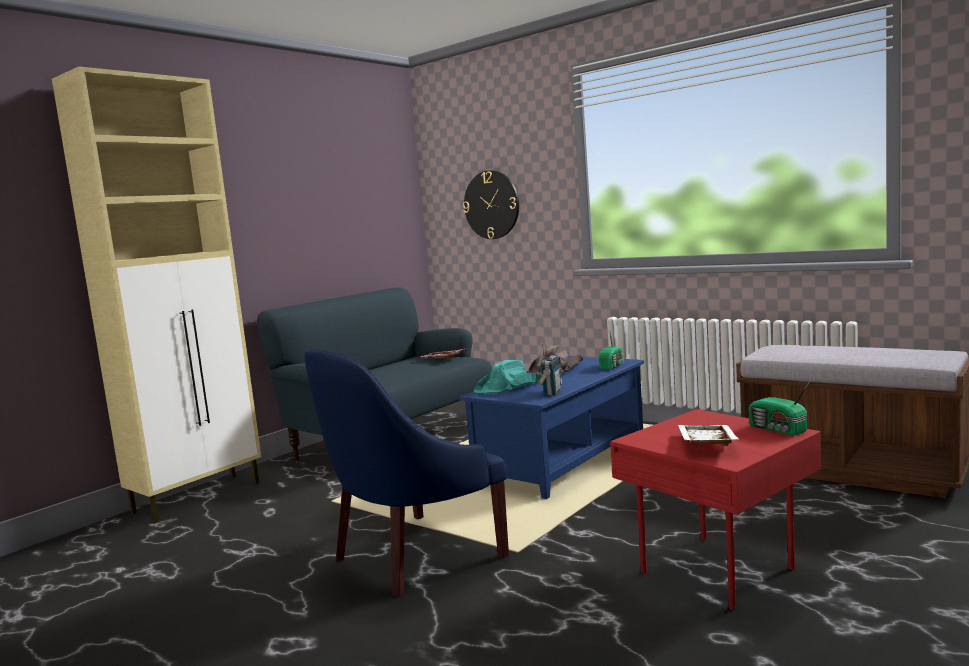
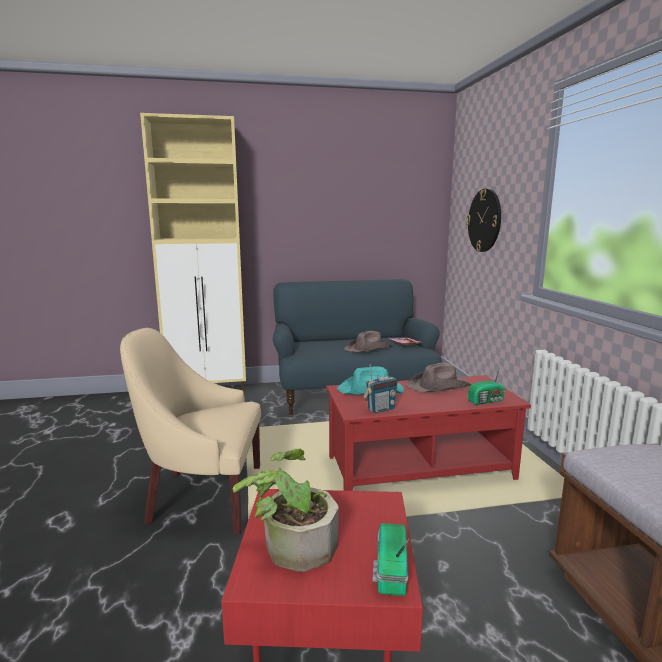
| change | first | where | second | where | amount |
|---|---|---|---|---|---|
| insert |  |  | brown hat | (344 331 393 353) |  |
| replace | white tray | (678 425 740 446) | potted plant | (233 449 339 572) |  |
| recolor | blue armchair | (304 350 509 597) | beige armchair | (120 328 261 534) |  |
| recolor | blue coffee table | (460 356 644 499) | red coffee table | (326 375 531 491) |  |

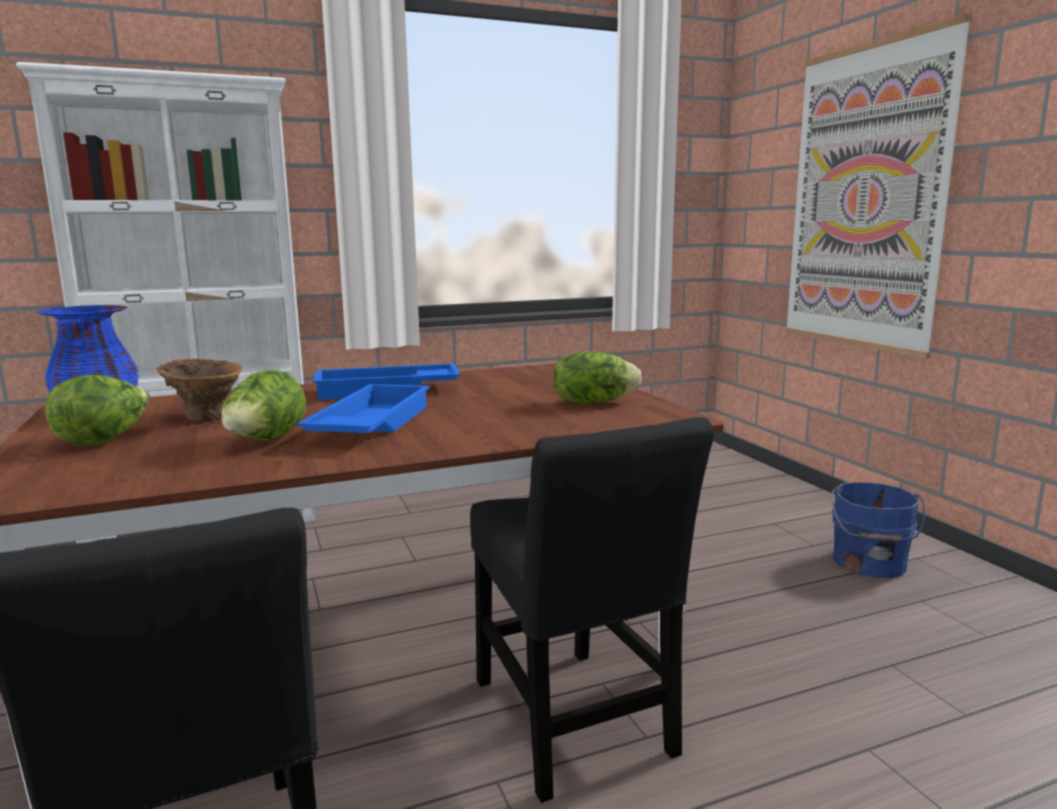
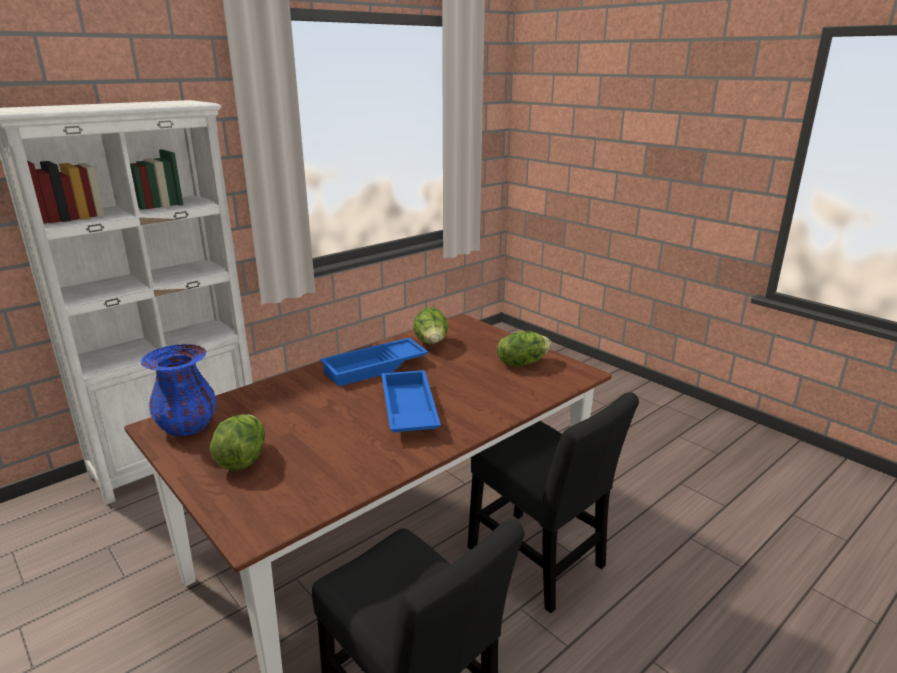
| change | first | where | second | where | amount |
|---|---|---|---|---|---|
| delete | brown vase | (156 359 242 422) |  |  |  |
| delete | picture | (785 13 972 359) |  |  |  |
| delete | blue bucket | (831 482 925 578) |  |  |  |
| move | lettuce | (221 370 306 440) |  | (413 307 448 344) |  |

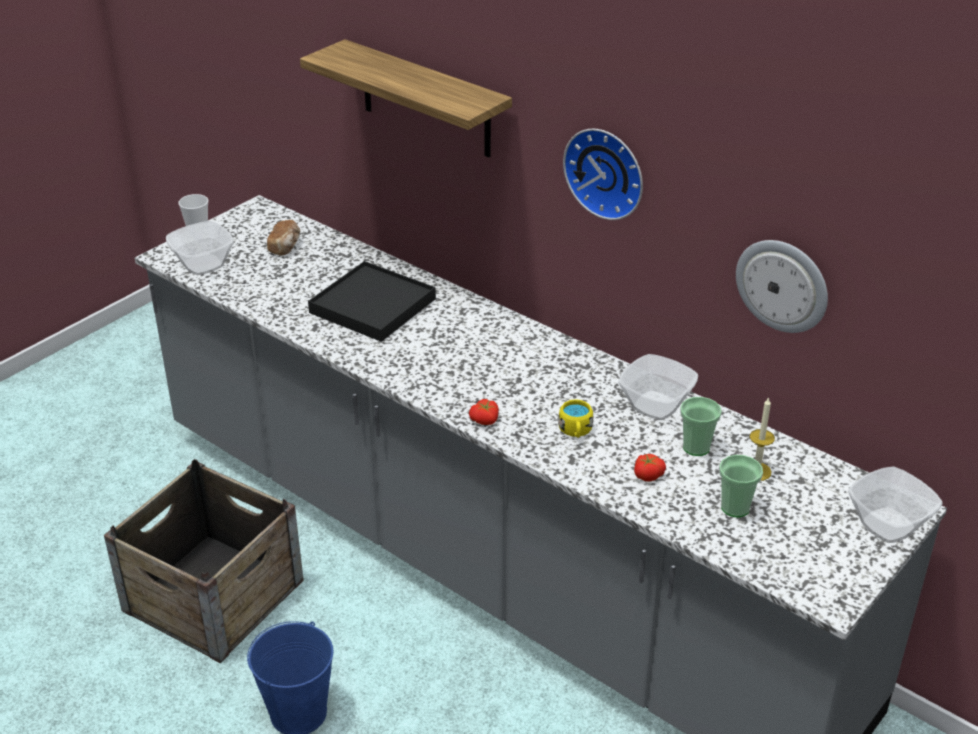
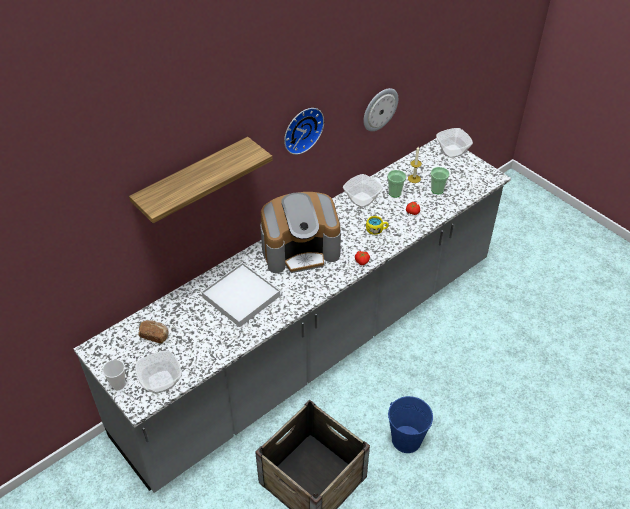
| change | first | where | second | where | amount |
|---|---|---|---|---|---|
| insert |  |  | coffee machine | (260 192 341 273) |  |
| recolor | black tray | (308 261 436 342) | white tray | (202 262 280 327) |  |

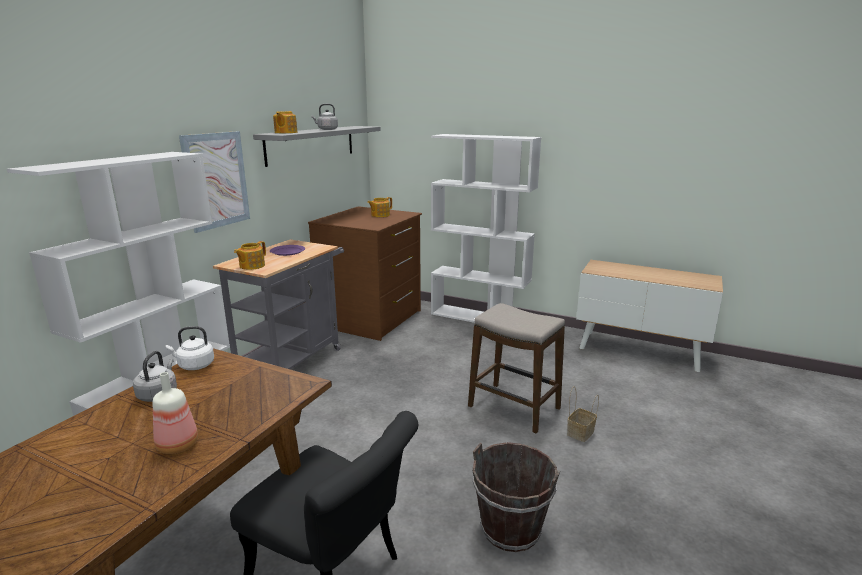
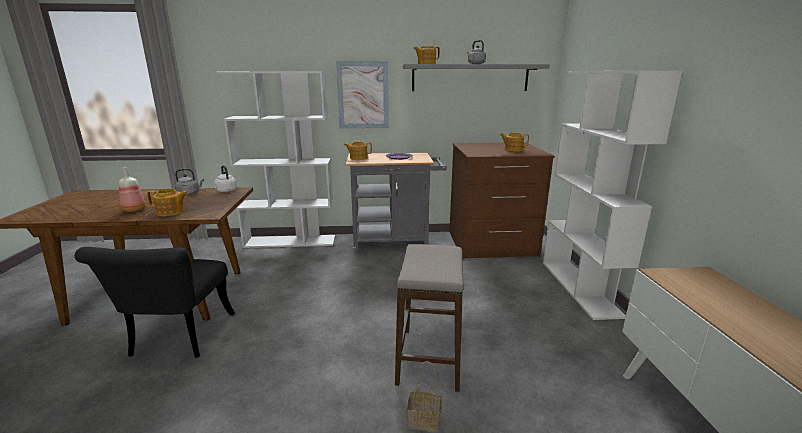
| change | first | where | second | where | amount |
|---|---|---|---|---|---|
| delete | brown bucket | (472 442 560 552) |  |  |  |
| insert |  |  | teapot | (147 189 188 216) |  |

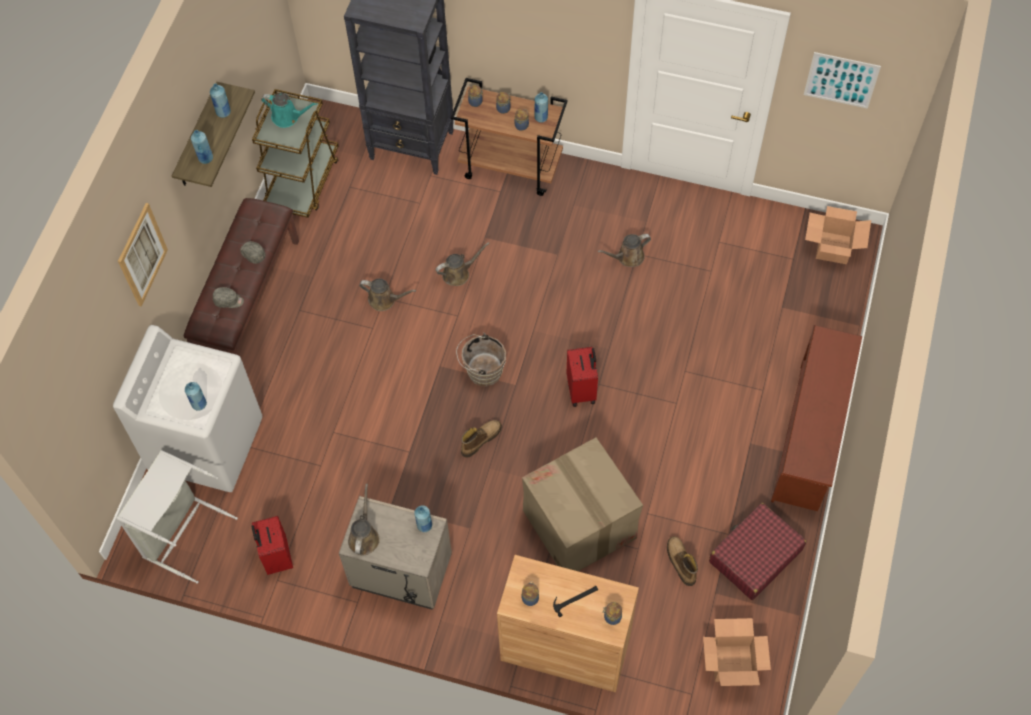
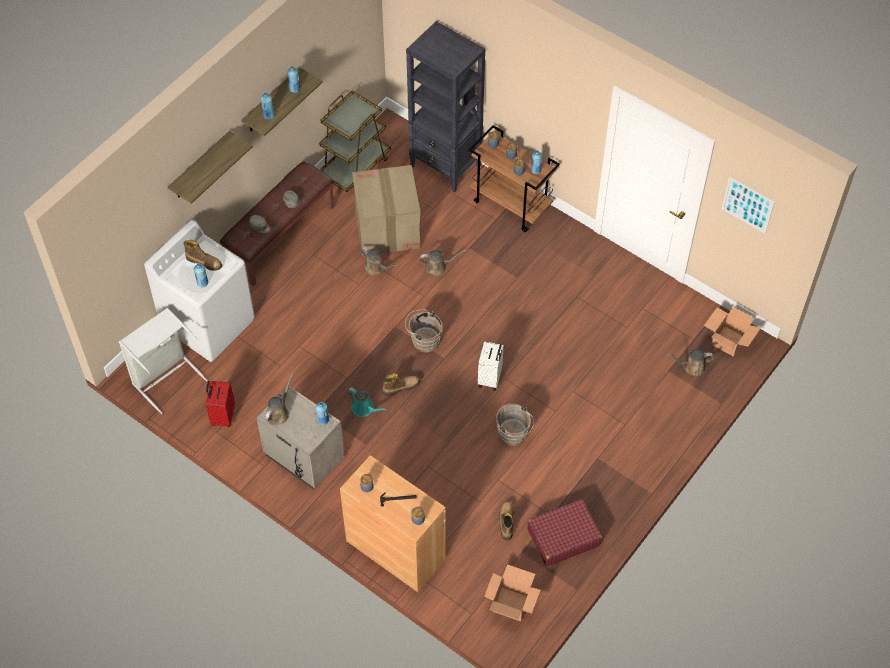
| change | first | where | second | where | amount |
|---|---|---|---|---|---|
| delete | brown shoe rack | (771 325 862 511) |  |  |  |
| insert |  |  | boot | (183 240 222 271) |  |
| insert |  |  | brown bucket | (496 404 534 446) |  |
| move | turquoise watering can | (261 93 318 128) |  | (347 387 387 417) |  |
| move | cardboard box | (522 438 643 571) |  | (352 165 421 255) |  |
| move | brown watering can | (597 234 651 267) |  | (667 349 714 376) |  |
| replace | picture | (118 203 168 307) | shelf | (168 131 253 204) |  |
| recolor | red suitcase | (567 347 598 407) | white suitcase | (478 341 504 391) |  |

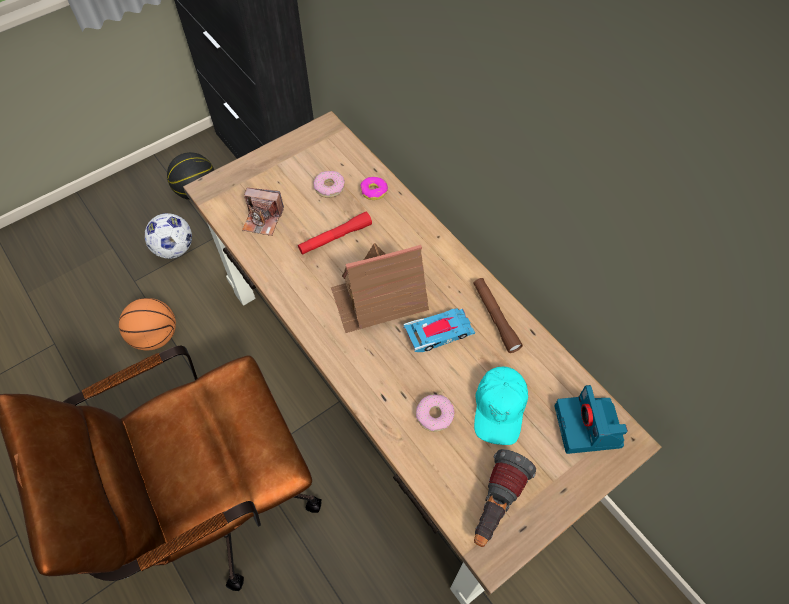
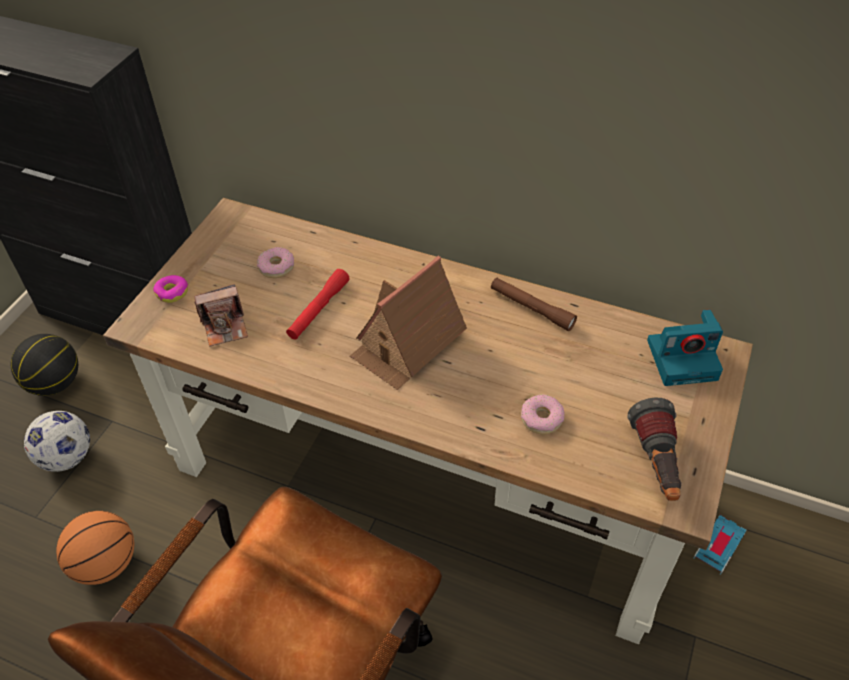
| change | first | where | second | where | amount |
|---|---|---|---|---|---|
| delete | turquoise cap | (474 367 528 445) |  |  |  |
| move | donut | (360 177 388 200) |  | (153 275 188 303) |  |
| move | toy car | (403 308 475 352) |  | (694 515 746 575) |  |
| rotate | photo camera | (555 385 628 454) |  | (647 310 723 386) | 60 degrees counterclockwise |

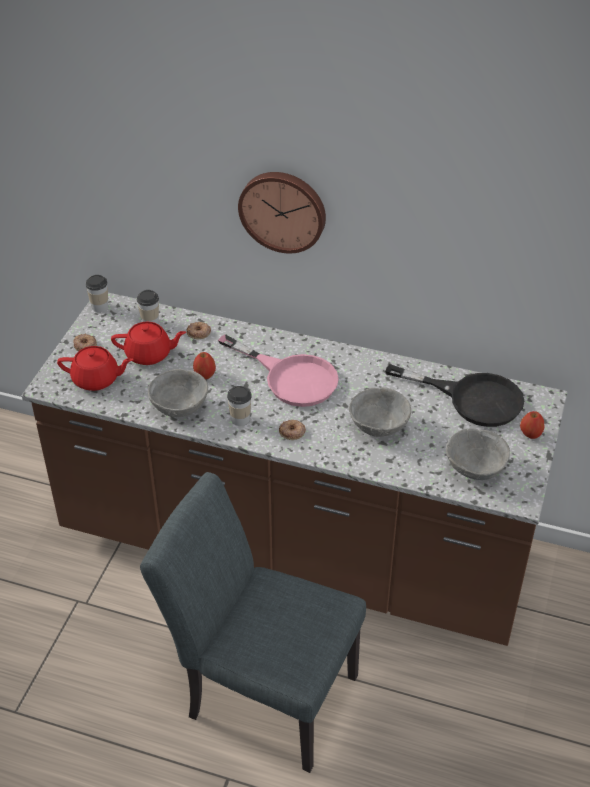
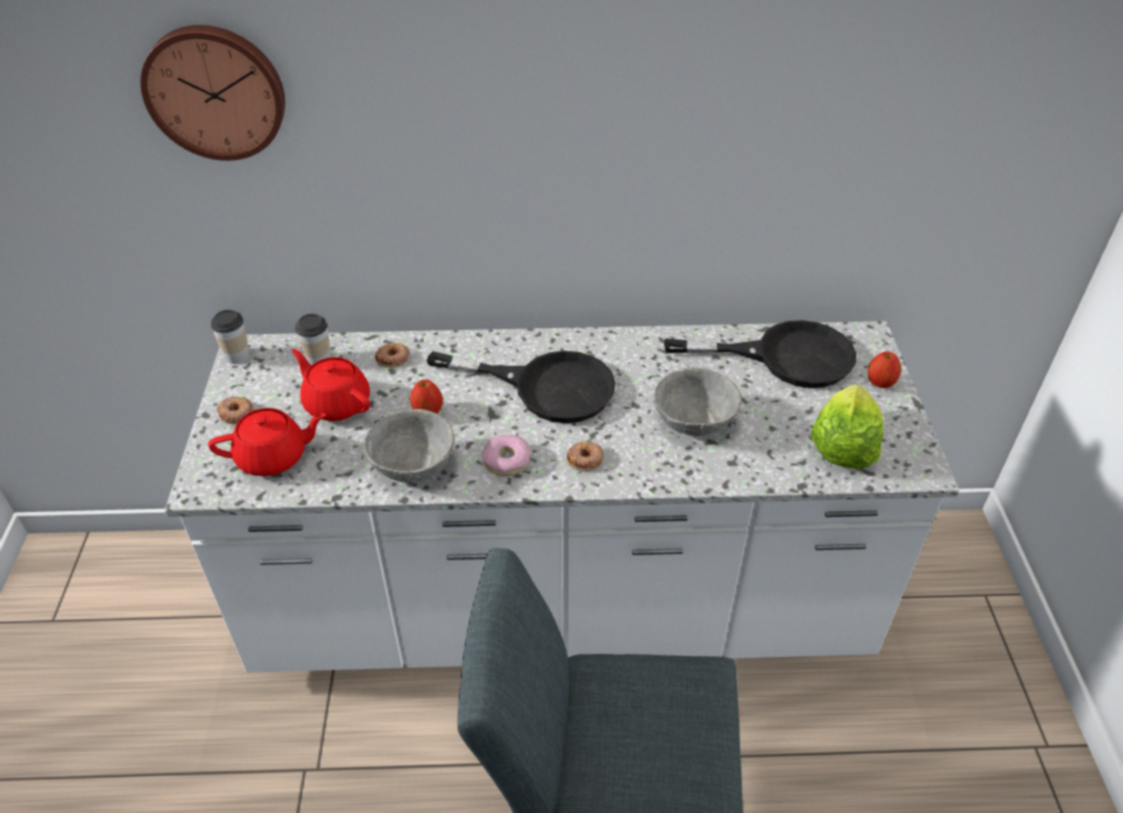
| change | first | where | second | where | amount |
|---|---|---|---|---|---|
| move | wall clock | (238 172 326 253) |  | (140 25 285 161) |  |
| replace | cup | (227 386 252 426) | donut | (482 435 531 476) |  |
| replace | grey bowl | (446 428 510 480) | lettuce | (811 384 883 469) |  |
| recolor | brown counter | (22 293 568 646) | white counter | (165 321 959 673) |  |
| recolor | pink frying pan | (218 334 339 407) | black frying pan | (427 351 616 423) |  |
| rotate | red teapot | (111 322 186 365) |  | (292 349 370 421) | 120 degrees counterclockwise |

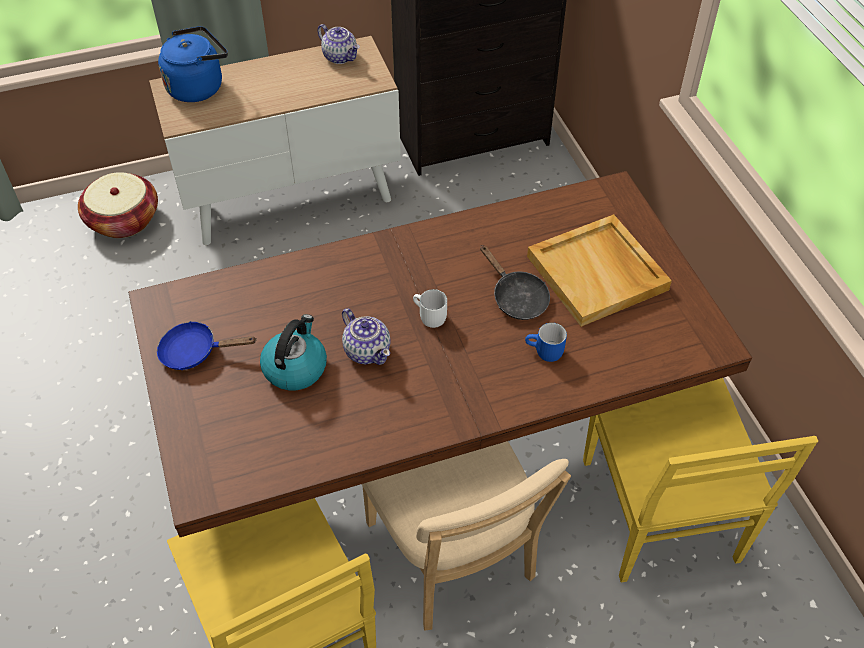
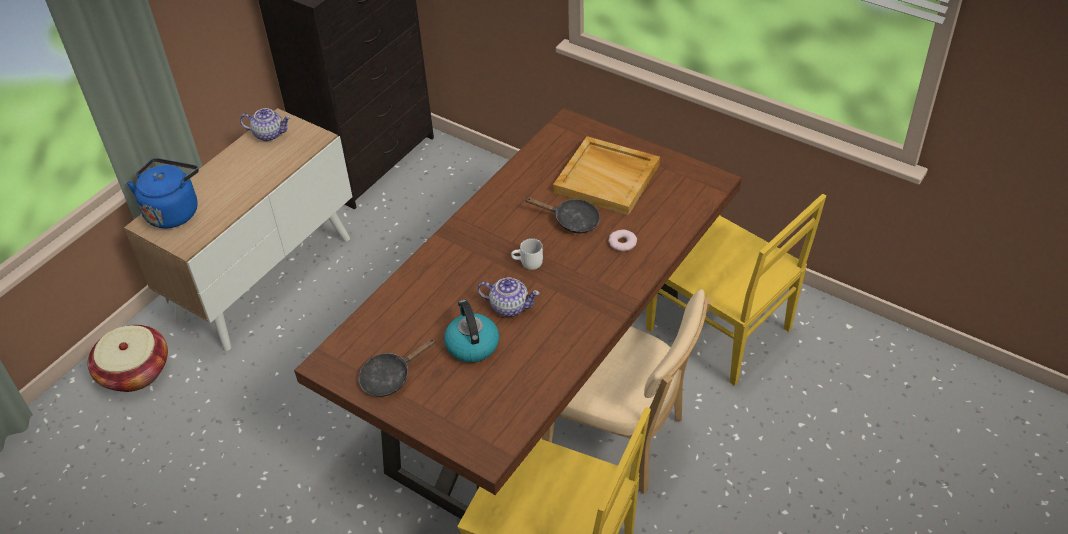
| change | first | where | second | where | amount |
|---|---|---|---|---|---|
| replace | blue mug | (525 323 567 362) | donut | (609 230 637 251) |  |
| recolor | blue frying pan | (157 321 257 370) | black frying pan | (359 338 436 397) |  |

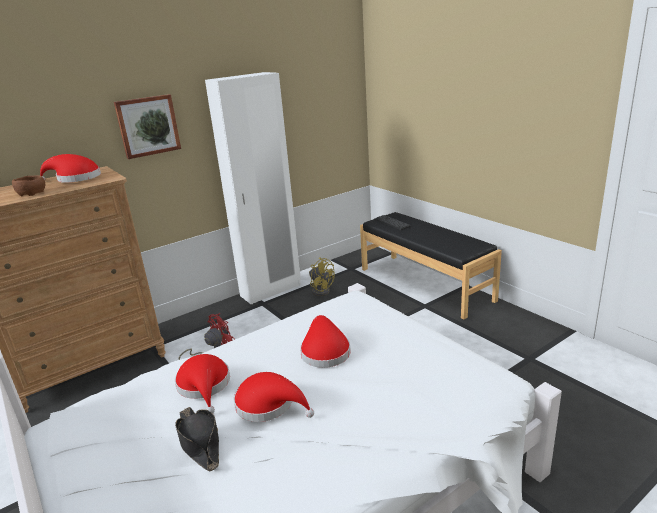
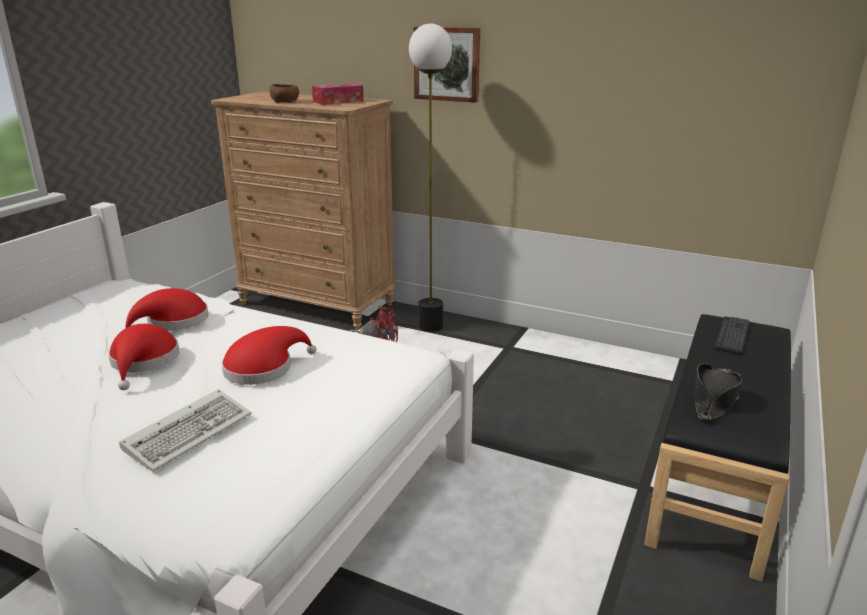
| change | first | where | second | where | amount |
|---|---|---|---|---|---|
| delete | white wardrobe | (205 72 301 304) |  |  |  |
| delete | yellow fan | (309 257 335 296) |  |  |  |
| insert |  |  | keyboard | (119 389 251 472) |  |
| insert |  |  | floor lamp | (409 24 452 332) |  |
| move | black hat | (175 407 219 471) |  | (694 363 742 420) |  |
| replace | red hat | (40 154 101 183) | tissue box | (312 83 364 105) |  |

